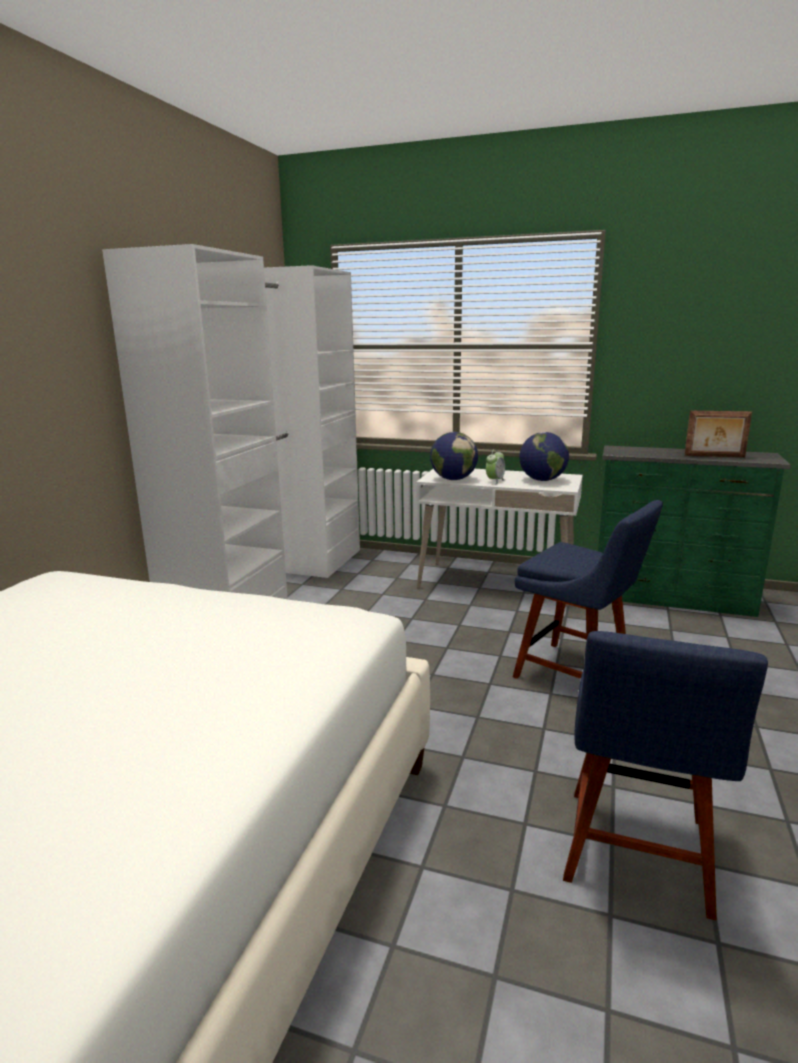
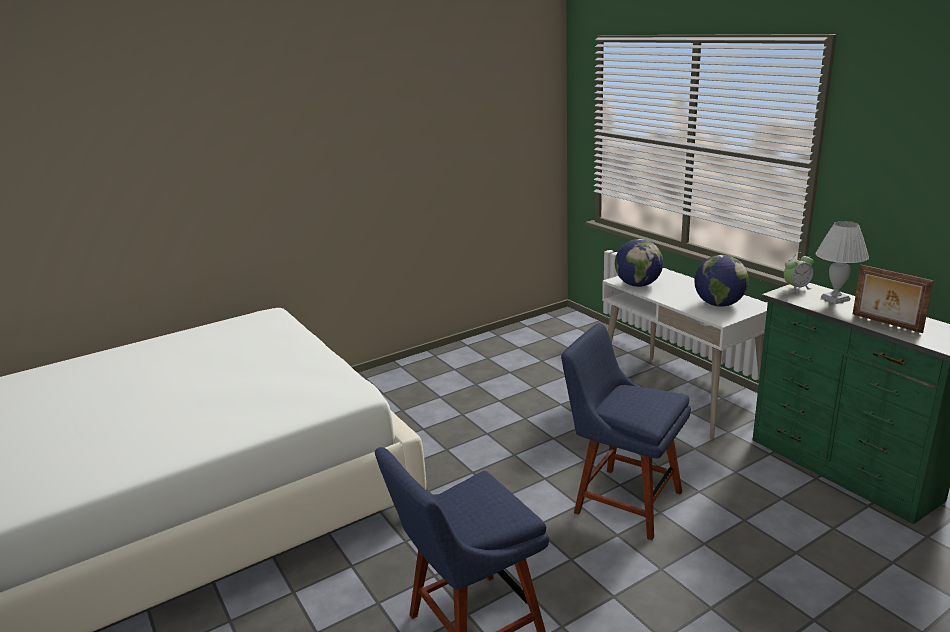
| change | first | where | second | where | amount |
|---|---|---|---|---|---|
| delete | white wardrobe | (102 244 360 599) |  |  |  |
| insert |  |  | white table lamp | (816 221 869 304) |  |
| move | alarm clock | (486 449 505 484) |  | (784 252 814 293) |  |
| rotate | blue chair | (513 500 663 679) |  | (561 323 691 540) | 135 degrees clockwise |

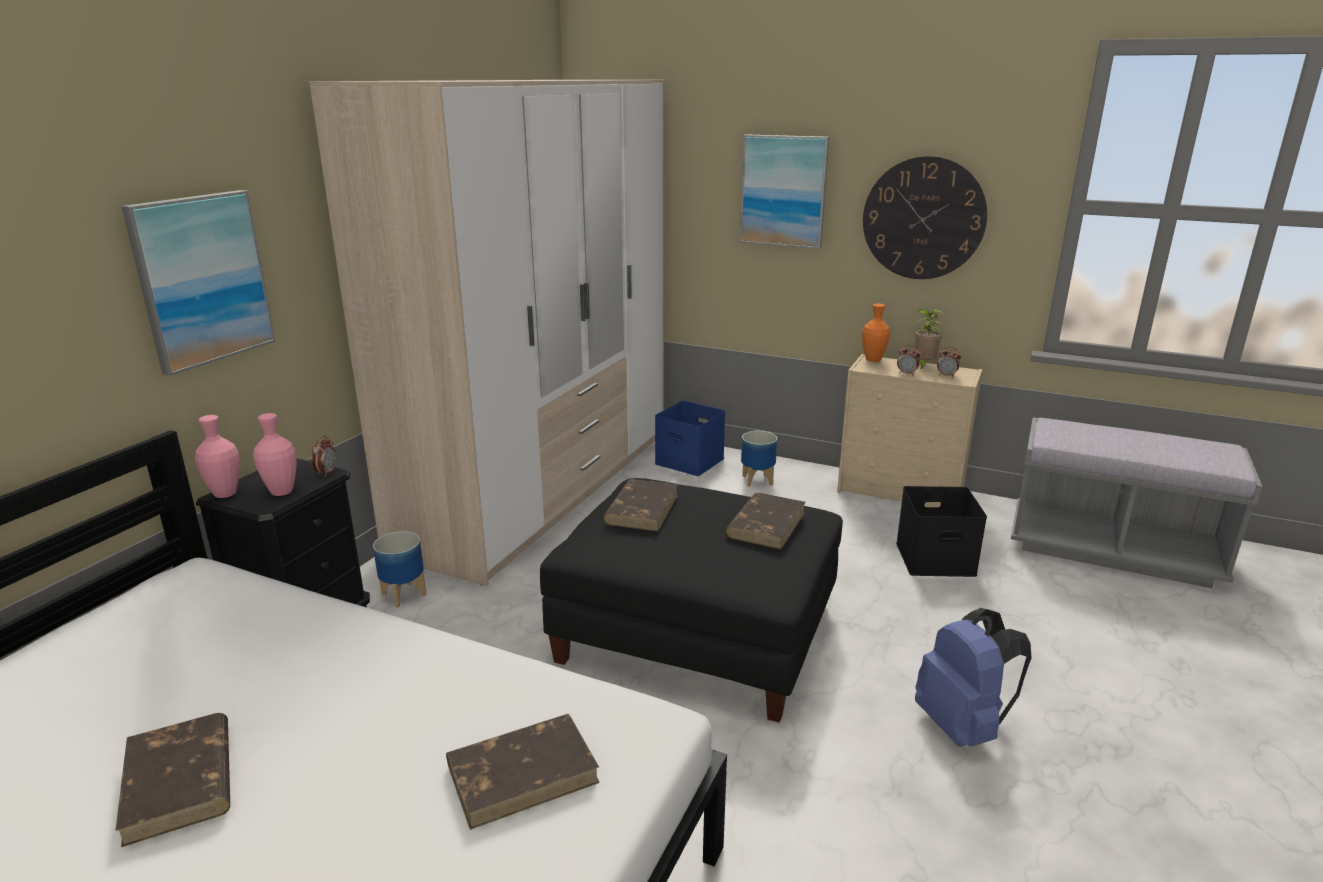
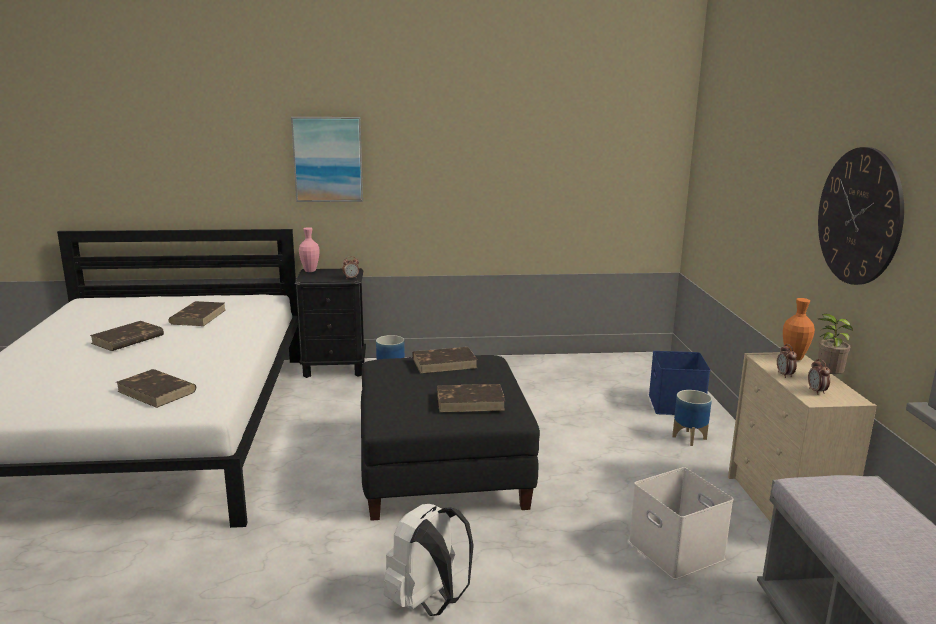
| change | first | where | second | where | amount |
|---|---|---|---|---|---|
| delete | pink vase | (253 413 297 496) |  |  |  |
| delete | wardrobe | (309 80 665 586) |  |  |  |
| delete | picture | (740 134 830 249) |  |  |  |
| insert |  |  | brown book | (168 301 226 326) |  |
| recolor | black storage box | (896 486 987 577) | white storage box | (629 467 733 579) |  |
| recolor | blue backpack | (915 608 1032 747) | white backpack | (384 504 474 616) |  |

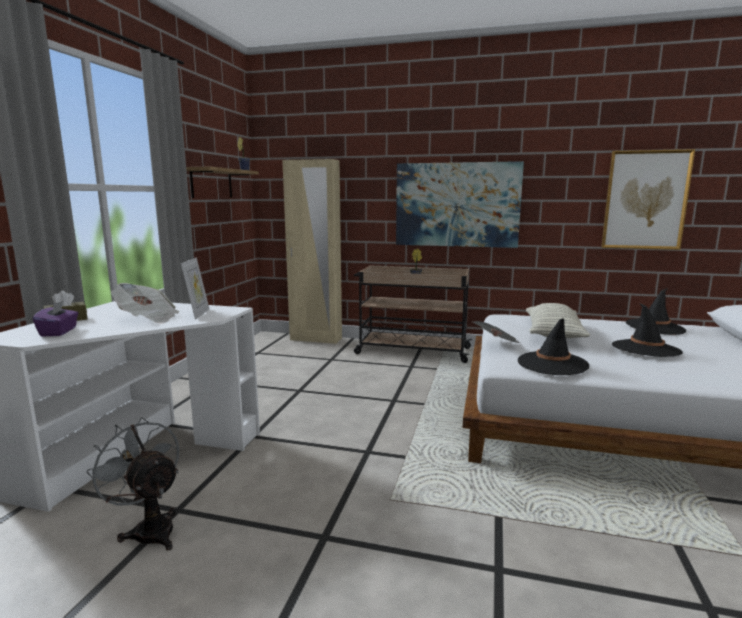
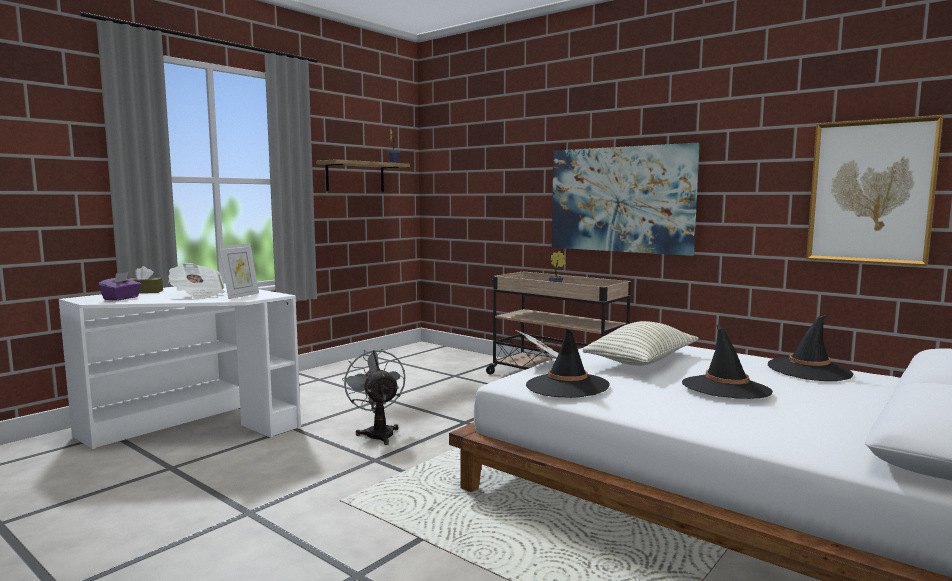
| change | first | where | second | where | amount |
|---|---|---|---|---|---|
| delete | beige wardrobe | (282 159 342 344) |  |  |  |
| move | grey fan | (86 418 179 550) |  | (342 349 406 445) |  |

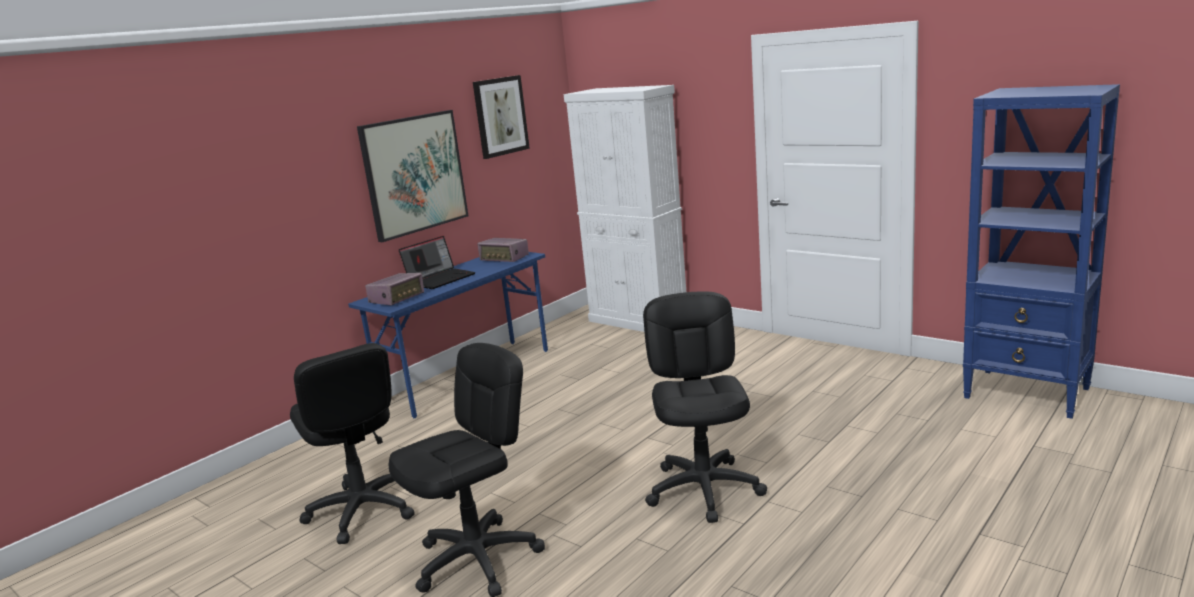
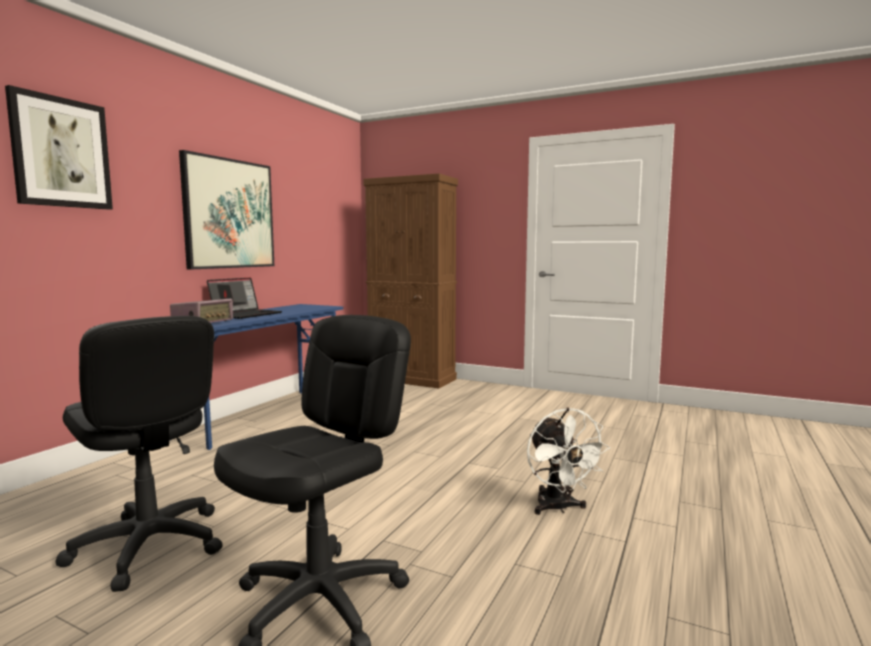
| change | first | where | second | where | amount |
|---|---|---|---|---|---|
| delete | radio | (478 238 529 262) |  |  |  |
| delete | blue bookcase | (963 84 1120 419) |  |  |  |
| move | picture | (473 75 530 159) |  | (5 85 113 210) |  |
| replace | black office chair | (643 292 767 523) | white fan | (527 408 610 515) |  |
| recolor | white cabinet | (564 85 686 332) | brown cabinet | (364 173 458 389) |  |

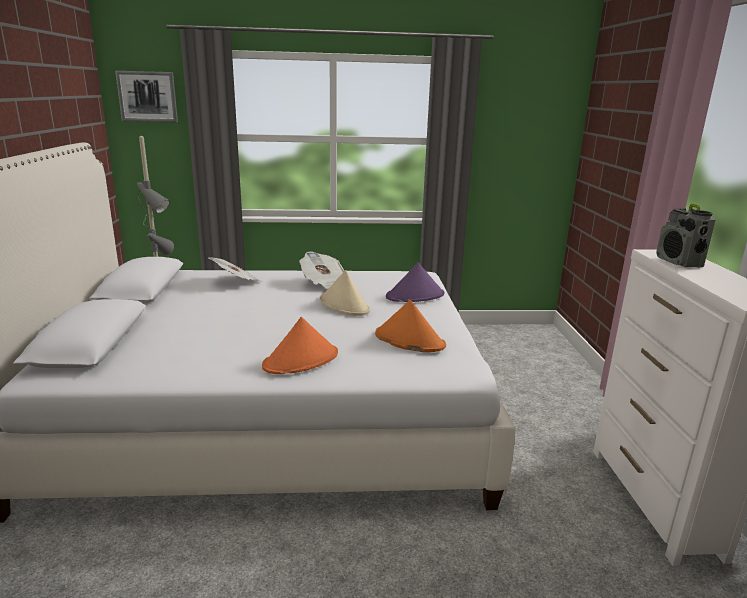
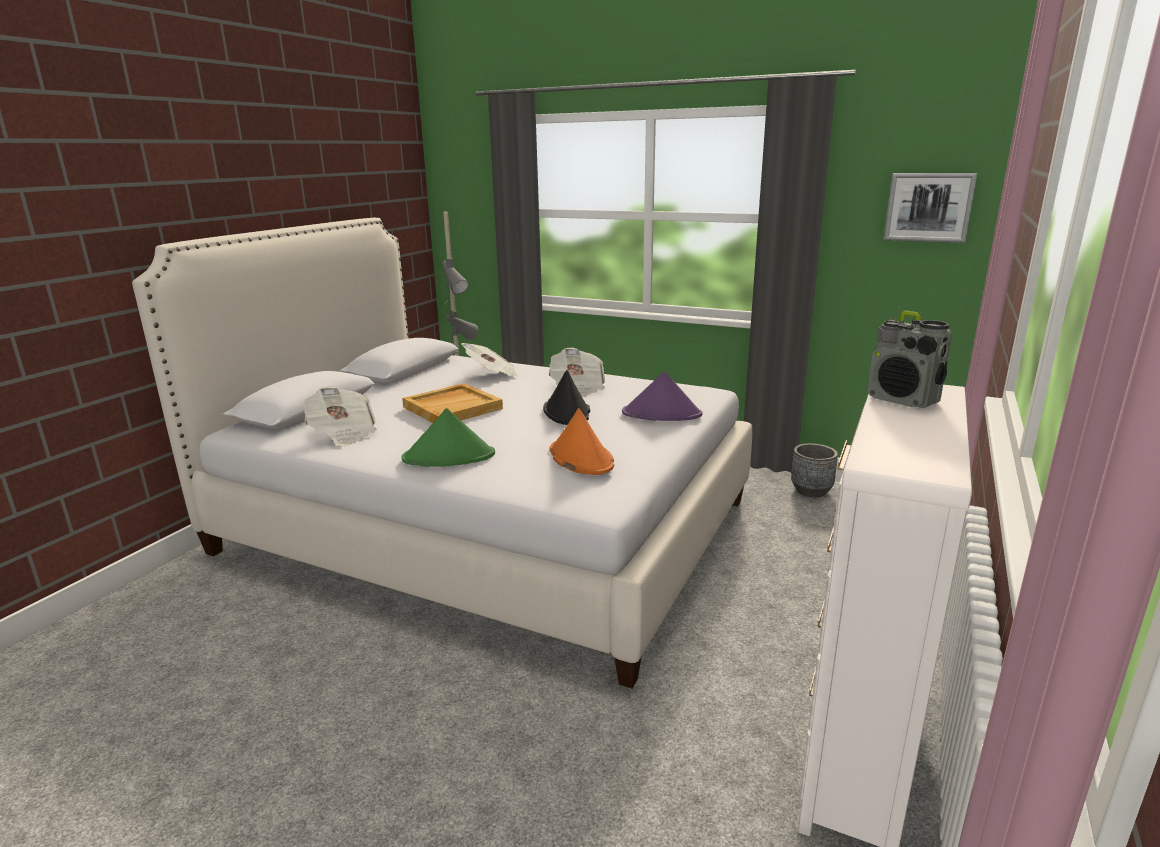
| change | first | where | second | where | amount |
|---|---|---|---|---|---|
| insert |  |  | newspaper | (304 386 377 446) |  |
| insert |  |  | beige tray | (402 383 503 423) |  |
| insert |  |  | grey planter | (791 443 838 497) |  |
| move | picture | (115 71 178 122) |  | (883 173 977 243) |  |
| recolor | orange hat | (262 317 338 374) | green hat | (401 408 495 467) |  |
| recolor | beige hat | (320 270 370 316) | black hat | (543 370 590 425) |  |
| rotate | radio | (656 204 716 267) |  | (868 311 952 408) | 60 degrees counterclockwise |

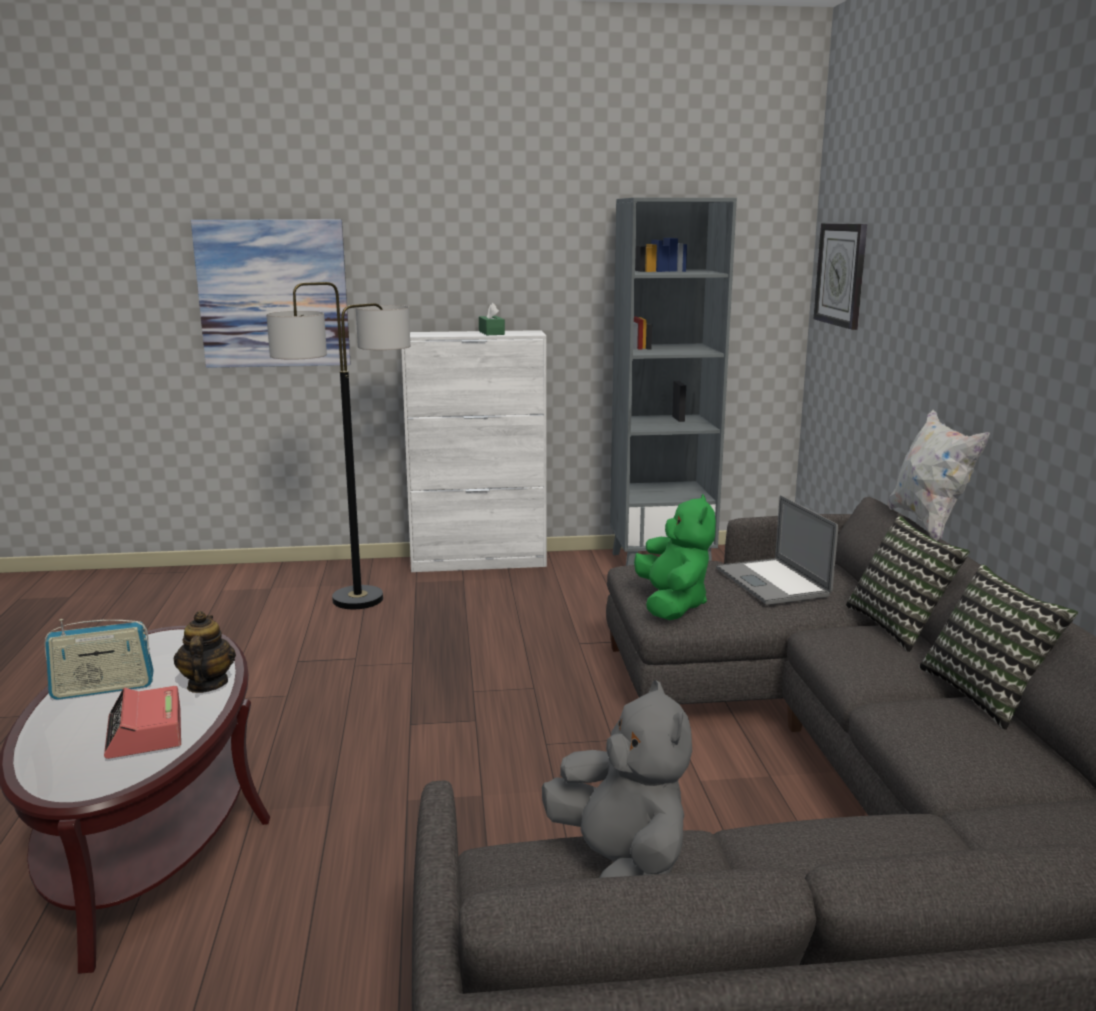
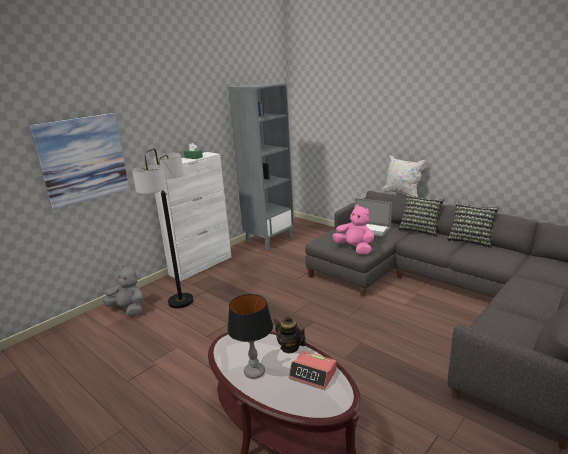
| change | first | where | second | where | amount |
|---|---|---|---|---|---|
| delete | wall clock | (814 223 867 330) |  |  |  |
| move | grey plush toy | (542 680 692 878) |  | (103 265 143 316) |  |
| replace | radio | (44 619 154 700) | table lamp | (227 294 273 379) |  |
| recolor | green plush toy | (634 494 716 620) | pink plush toy | (332 204 374 254) |  |

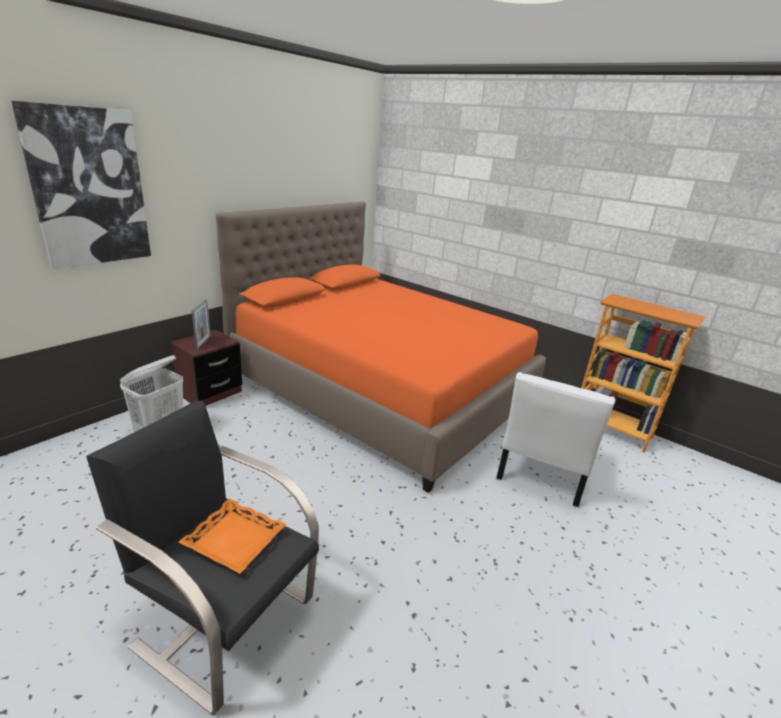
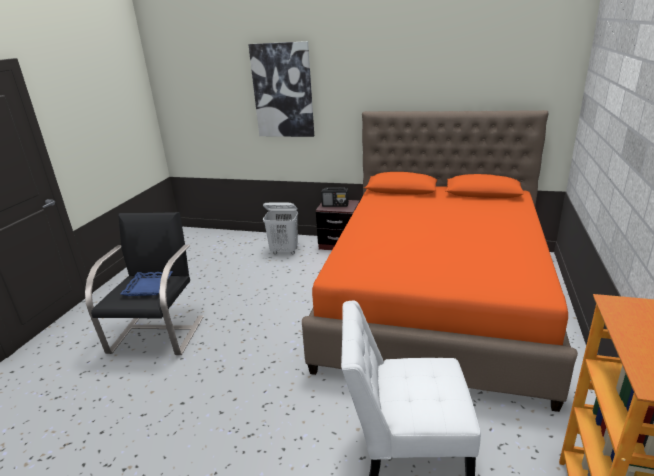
| change | first | where | second | where | amount |
|---|---|---|---|---|---|
| replace | picture frame | (192 299 211 350) | radio | (321 187 349 207) |  |
| recolor | orange tray | (179 499 286 574) | blue tray | (120 271 173 296) |  |

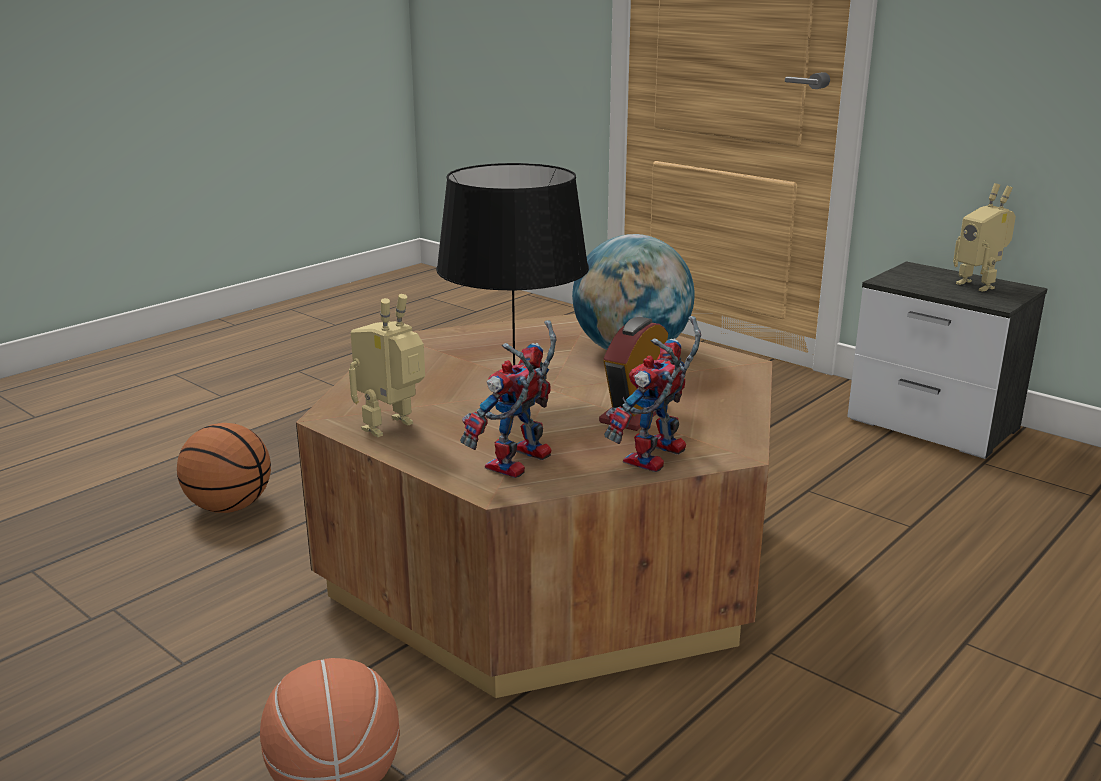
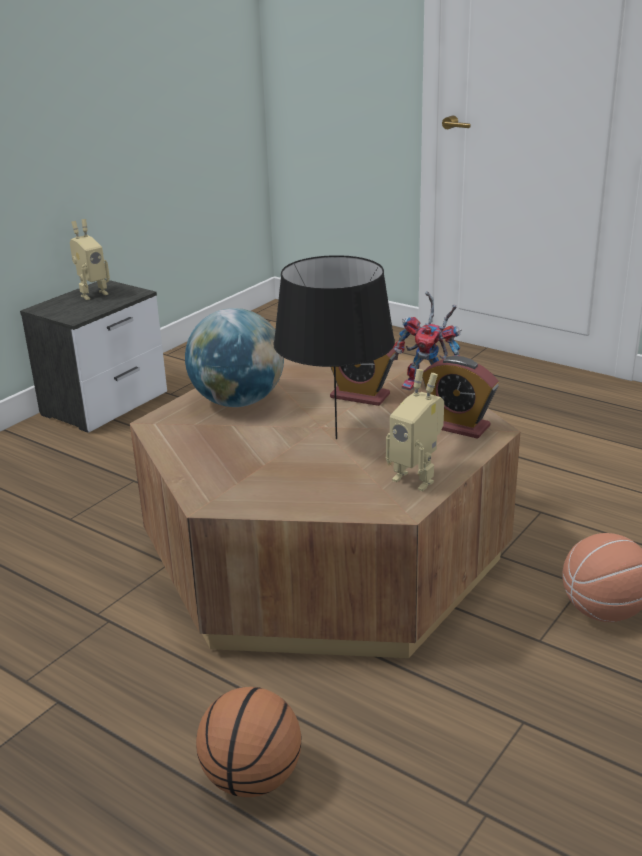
| change | first | where | second | where | amount |
|---|---|---|---|---|---|
| replace | toy robot | (460 320 556 478) | alarm clock | (422 356 499 439) |  |

